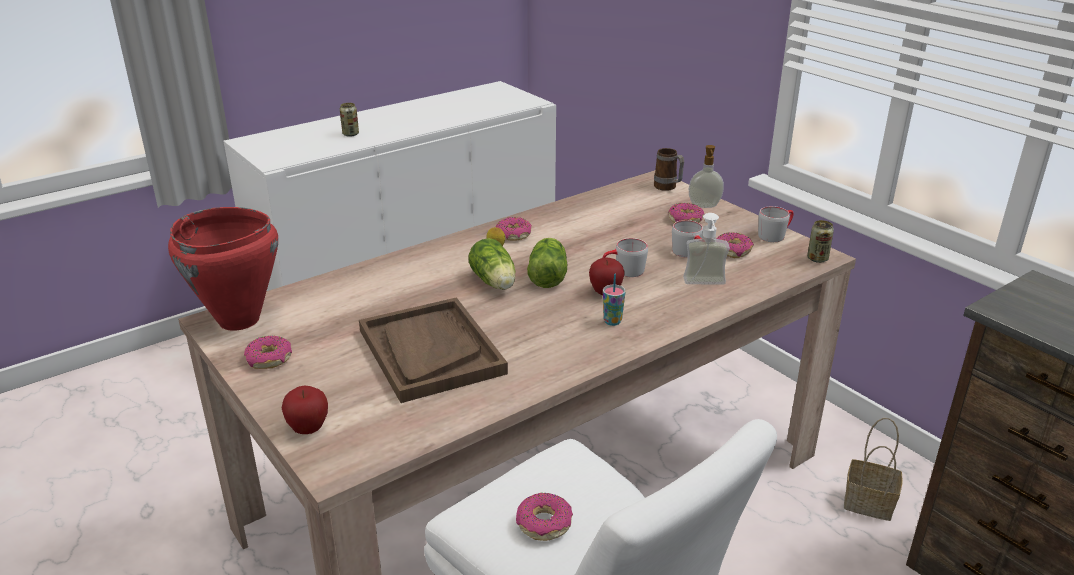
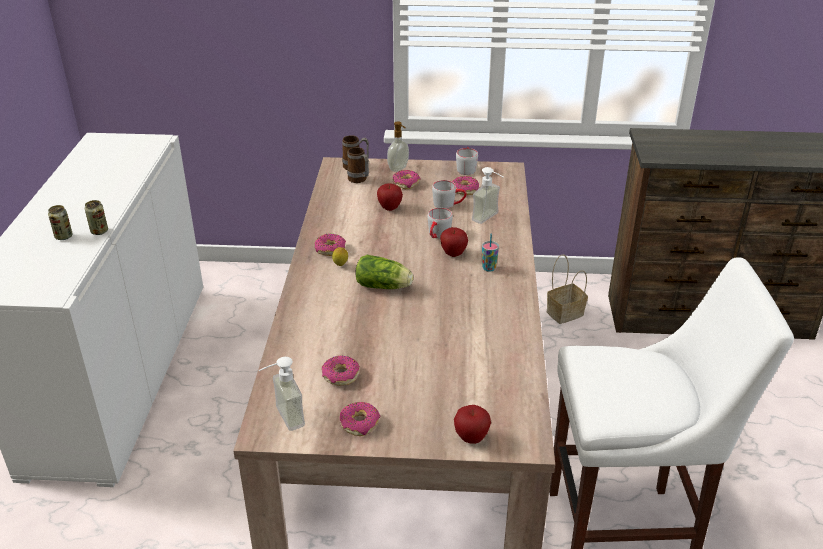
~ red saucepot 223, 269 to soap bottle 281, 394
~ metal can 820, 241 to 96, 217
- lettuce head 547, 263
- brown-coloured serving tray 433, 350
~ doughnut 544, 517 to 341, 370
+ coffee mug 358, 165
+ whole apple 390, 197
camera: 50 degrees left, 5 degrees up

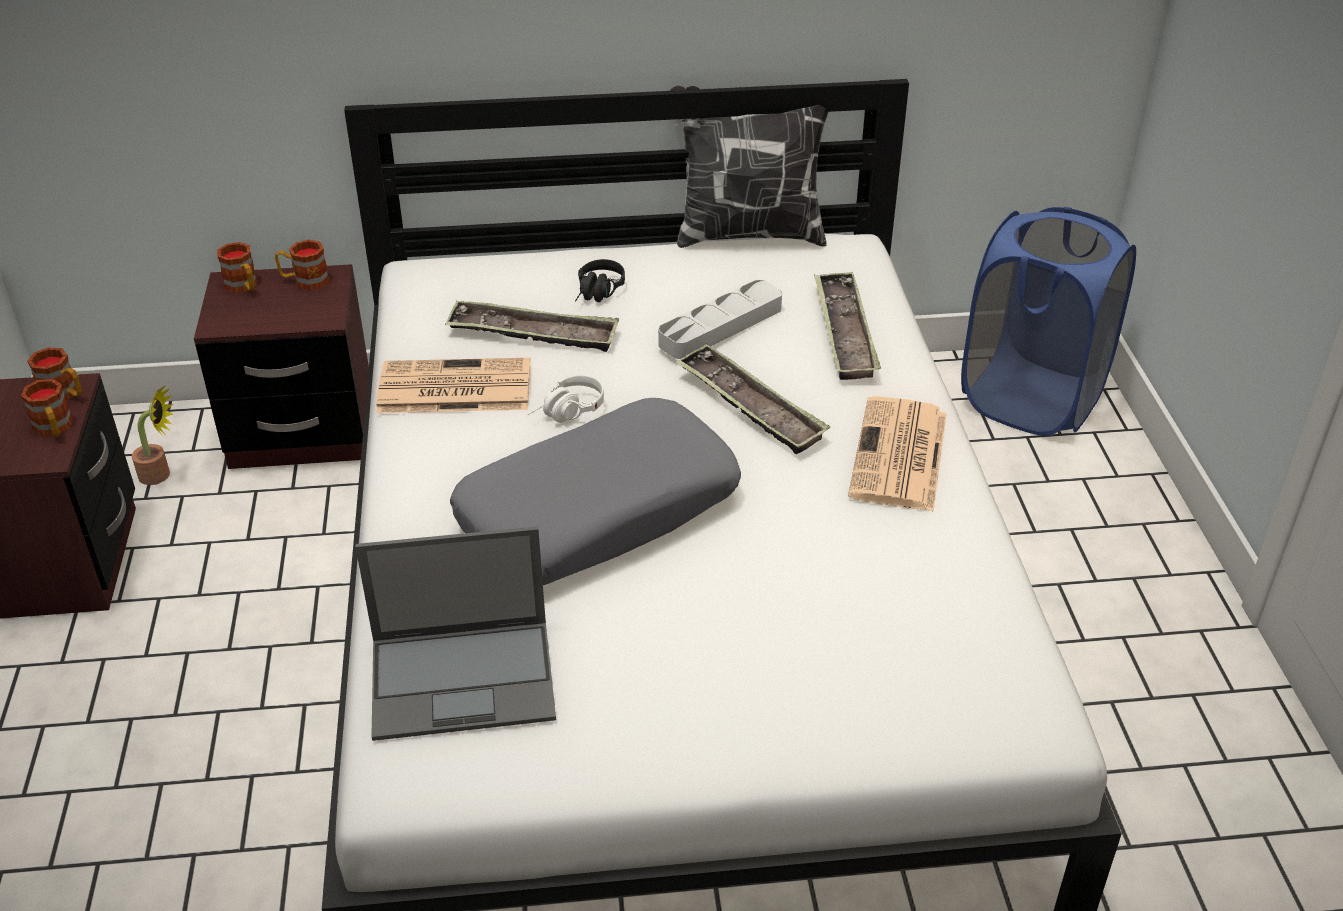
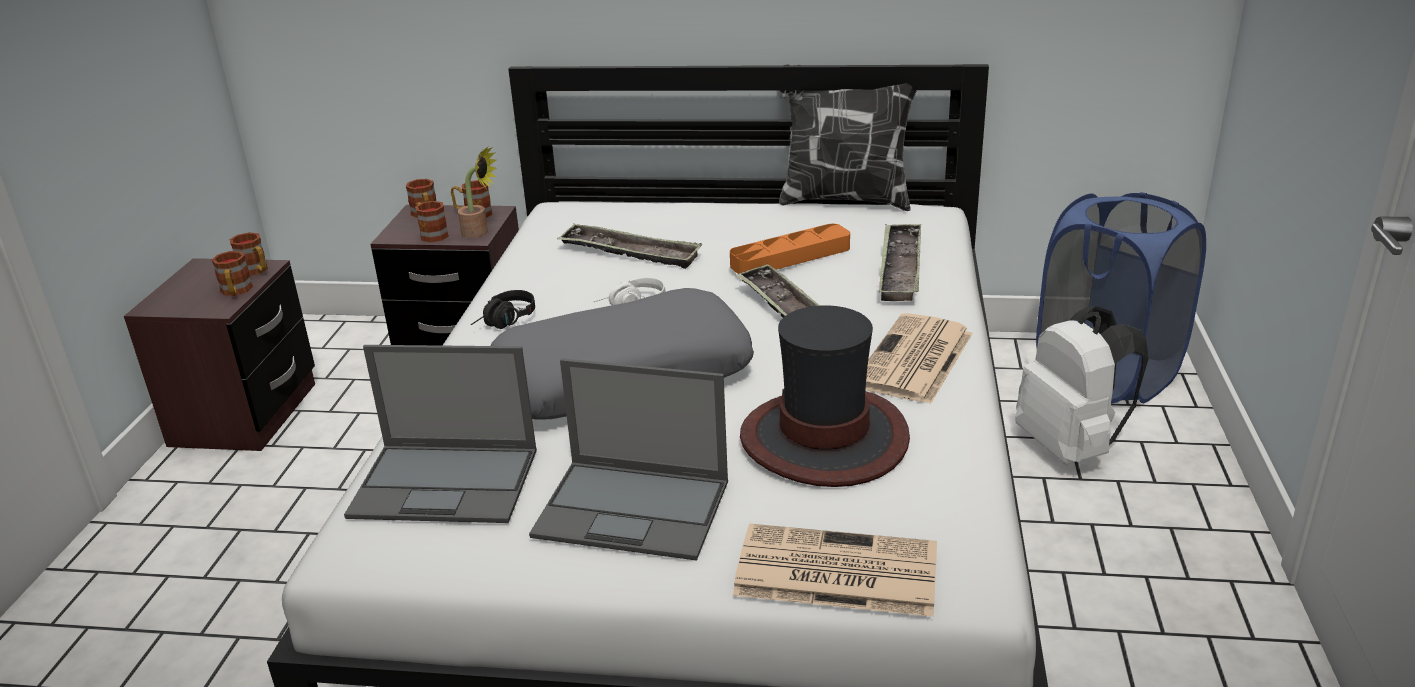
~ black headphones 600, 280 to 503, 309
~ gray serving tray 720, 319 to orangey serving tray 790, 249
~ newspaper 453, 385 to 835, 570
~ plant in a pot 152, 435 to 477, 192
+ coffee mug 432, 221
+ clothing hat 825, 396
+ whitish backpack 1081, 385
+ laptop 628, 459
camera: 15 degrees right, 10 degrees down

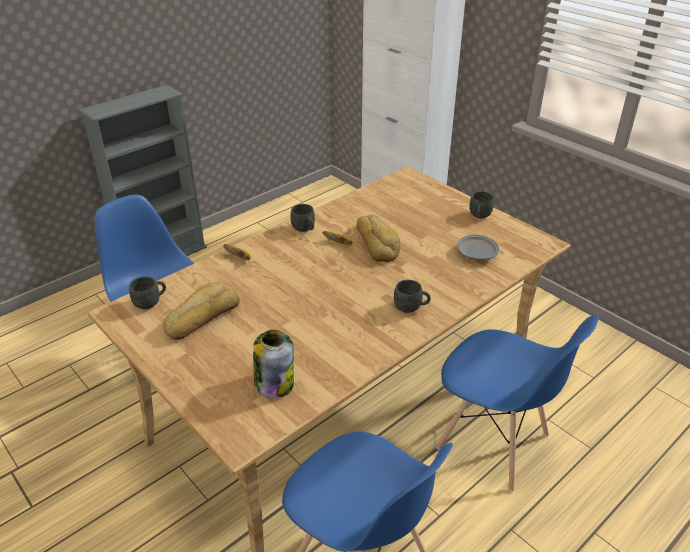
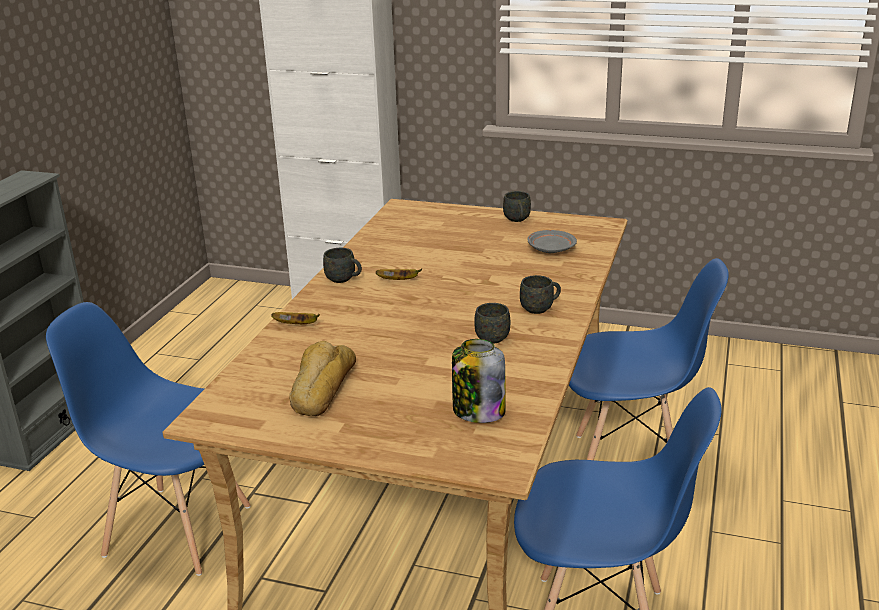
- bakery bread 378, 238
~ gray coffee mug 147, 292 to 492, 323
camera: 30 degrees left, 10 degrees down

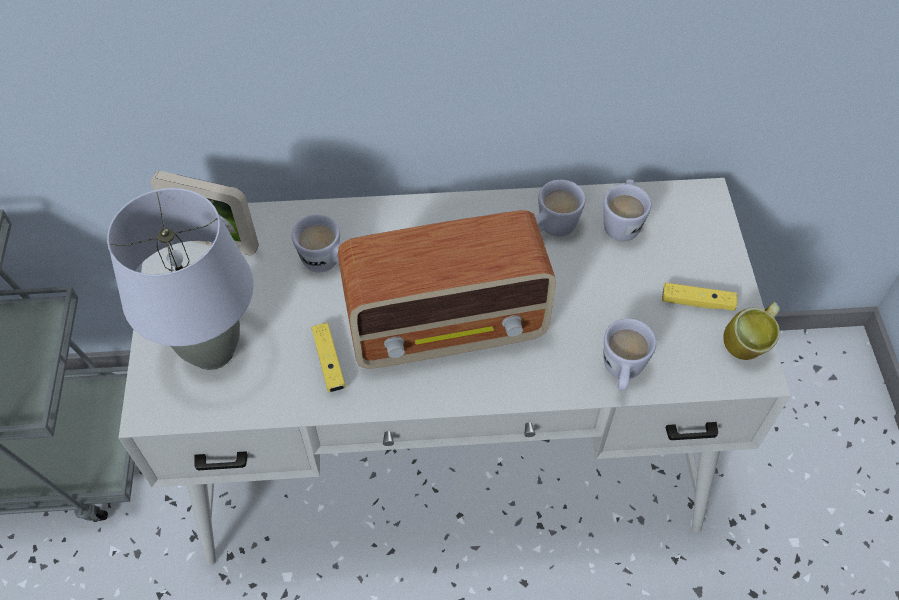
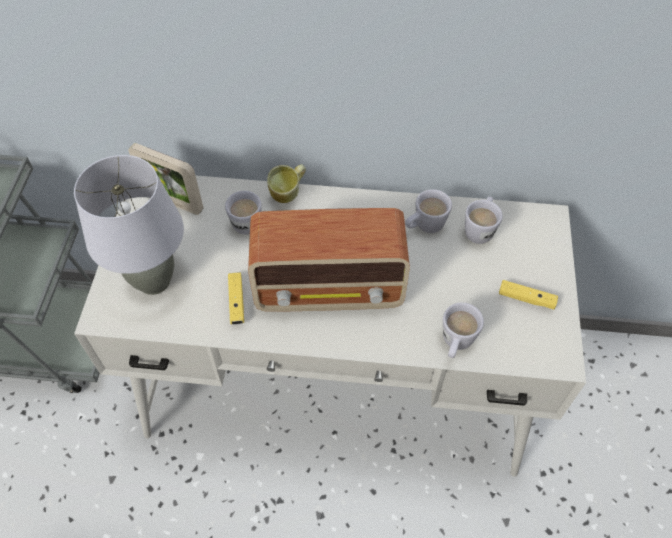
~ coffee mug 751, 331 to 286, 183
camera: 10 degrees right, 0 degrees up

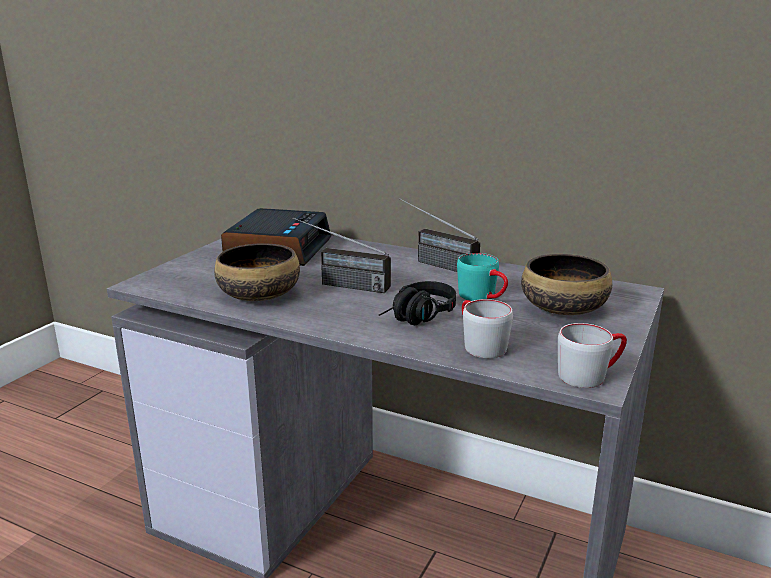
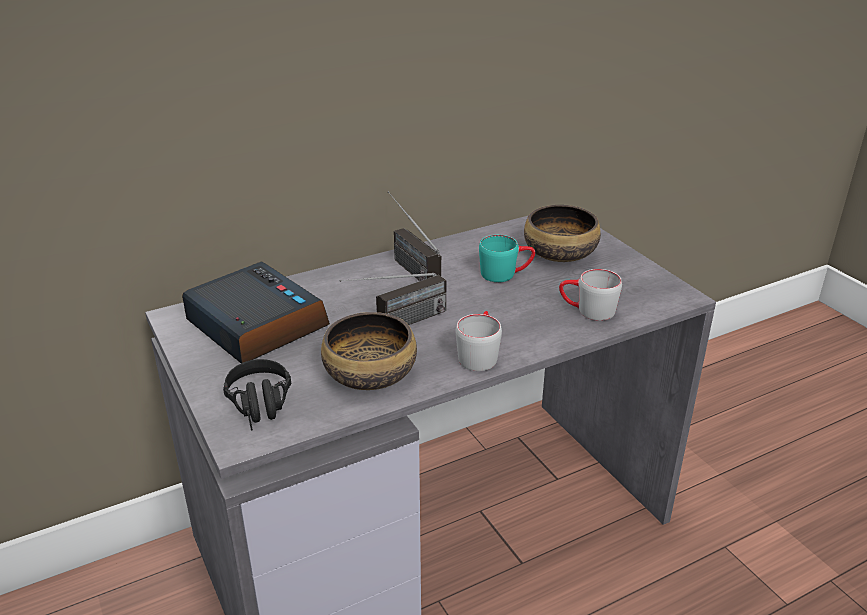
~ radio 439, 235 = 414, 236 75 degrees clockwise
~ black headphones 417, 303 to 257, 395
~ gray coffee mug 592, 355 to 479, 341
camera: 55 degrees left, 10 degrees up

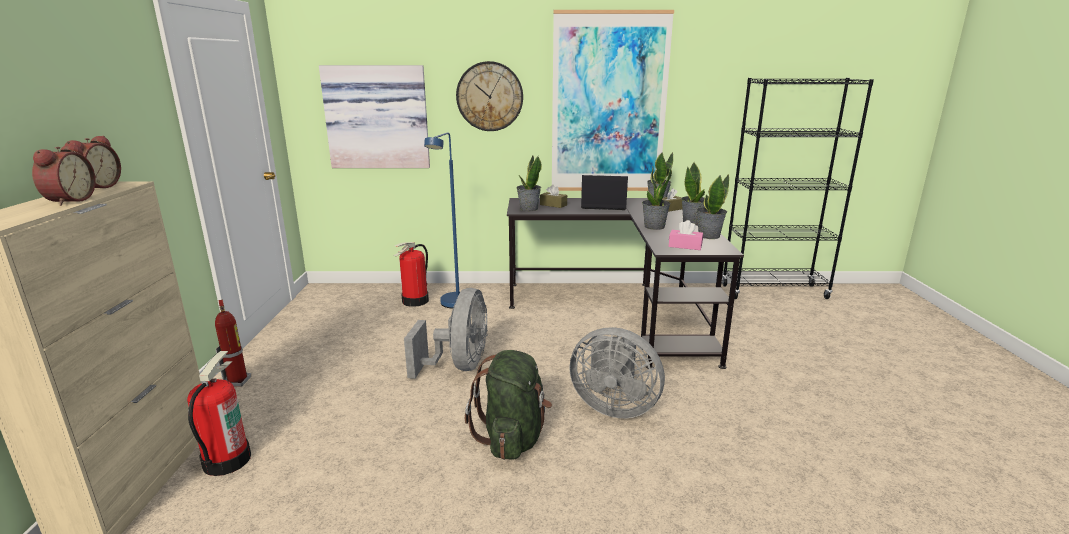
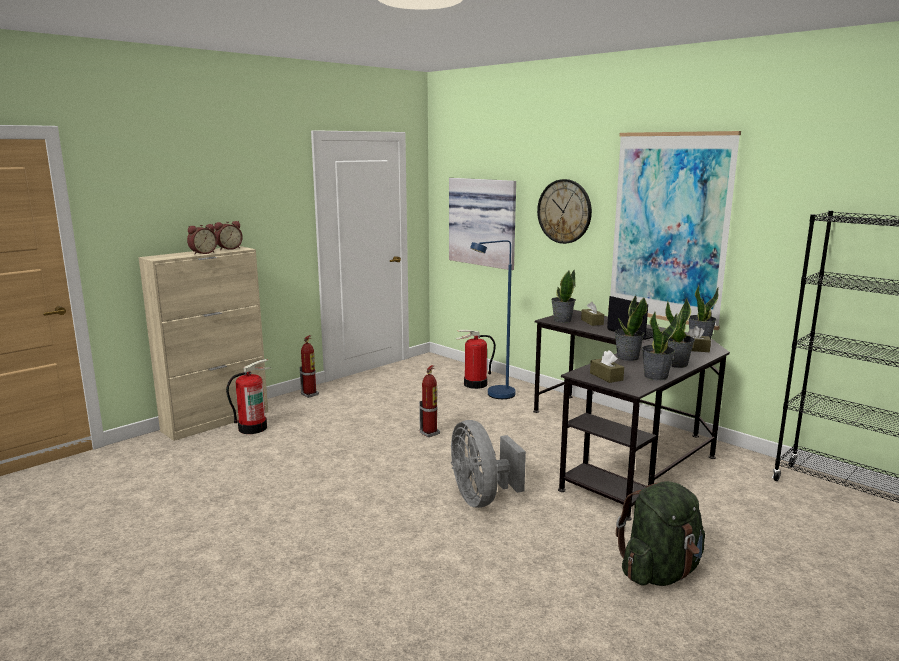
~ pink-coloured box of tissues 686, 235 to brown-coloured box of tissues 607, 366
~ gray fan 446, 333 to extinguisher 429, 401
~ greenish backpack 508, 405 to 660, 533
camera: 45 degrees right, 5 degrees down

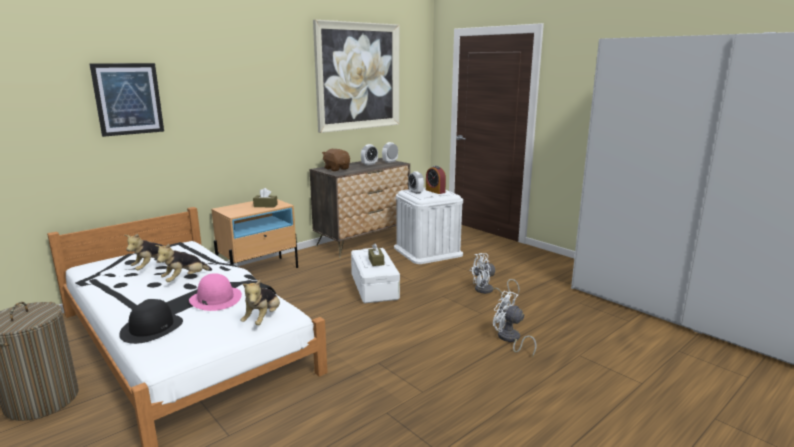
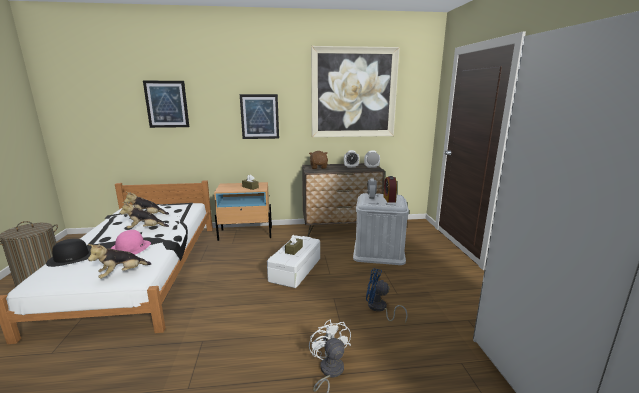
~ whitish fan 495, 274 to blue-coloured fan 387, 295
+ picture 259, 116
camera: 35 degrees right, 0 degrees up

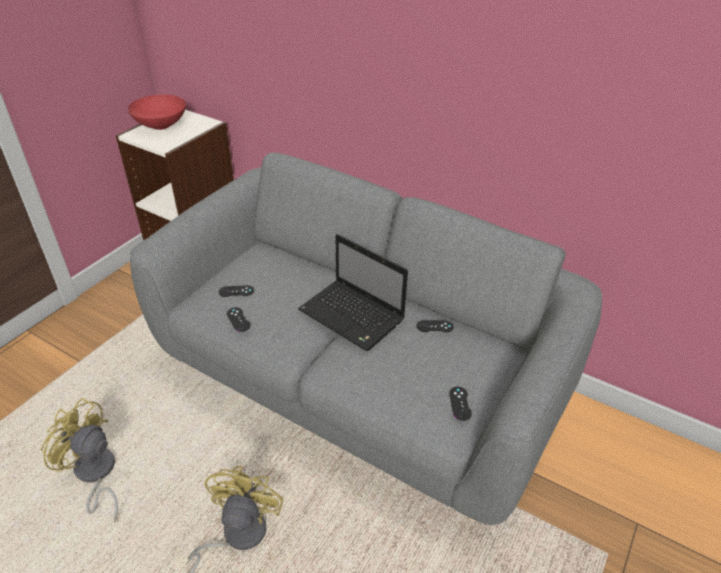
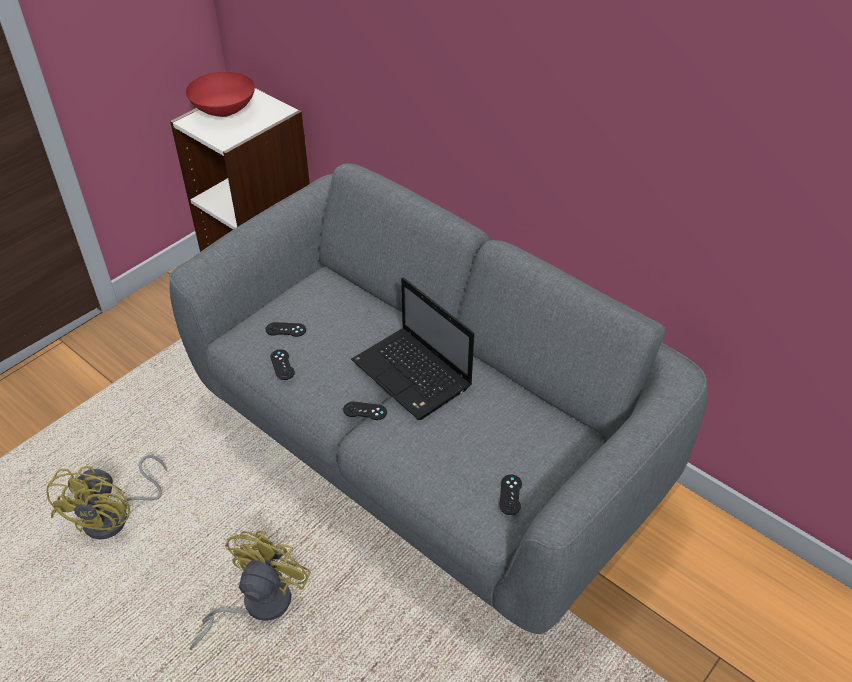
~ black game controller 435, 326 to 365, 411
~ yellow-coloured fan 79, 460 = 106, 497 120 degrees counterclockwise
camera: 10 degrees right, 5 degrees up

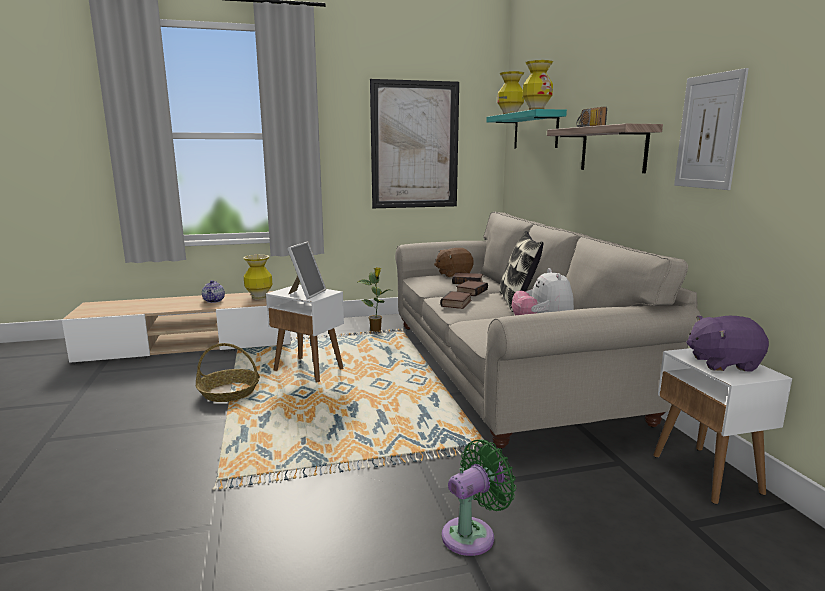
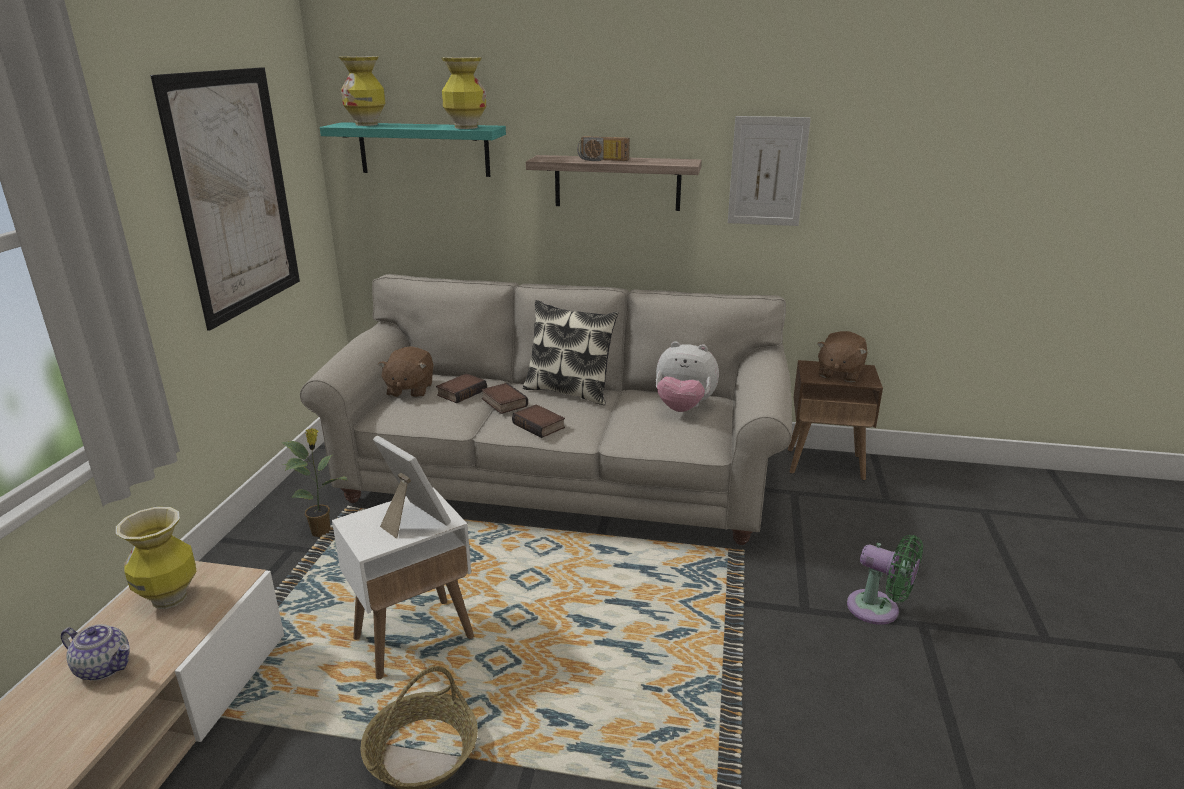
~ purplish cuddly toy 727, 344 to brown-coloured cuddly toy 842, 356
~ whitish side table 722, 426 to brown-coloured side table 835, 420
~ greenish fan 479, 497 = 885, 580 135 degrees clockwise
camera: 65 degrees left, 10 degrees up

